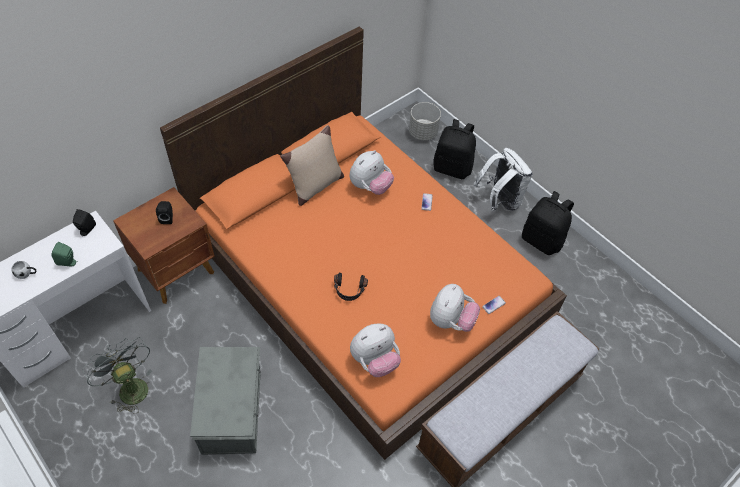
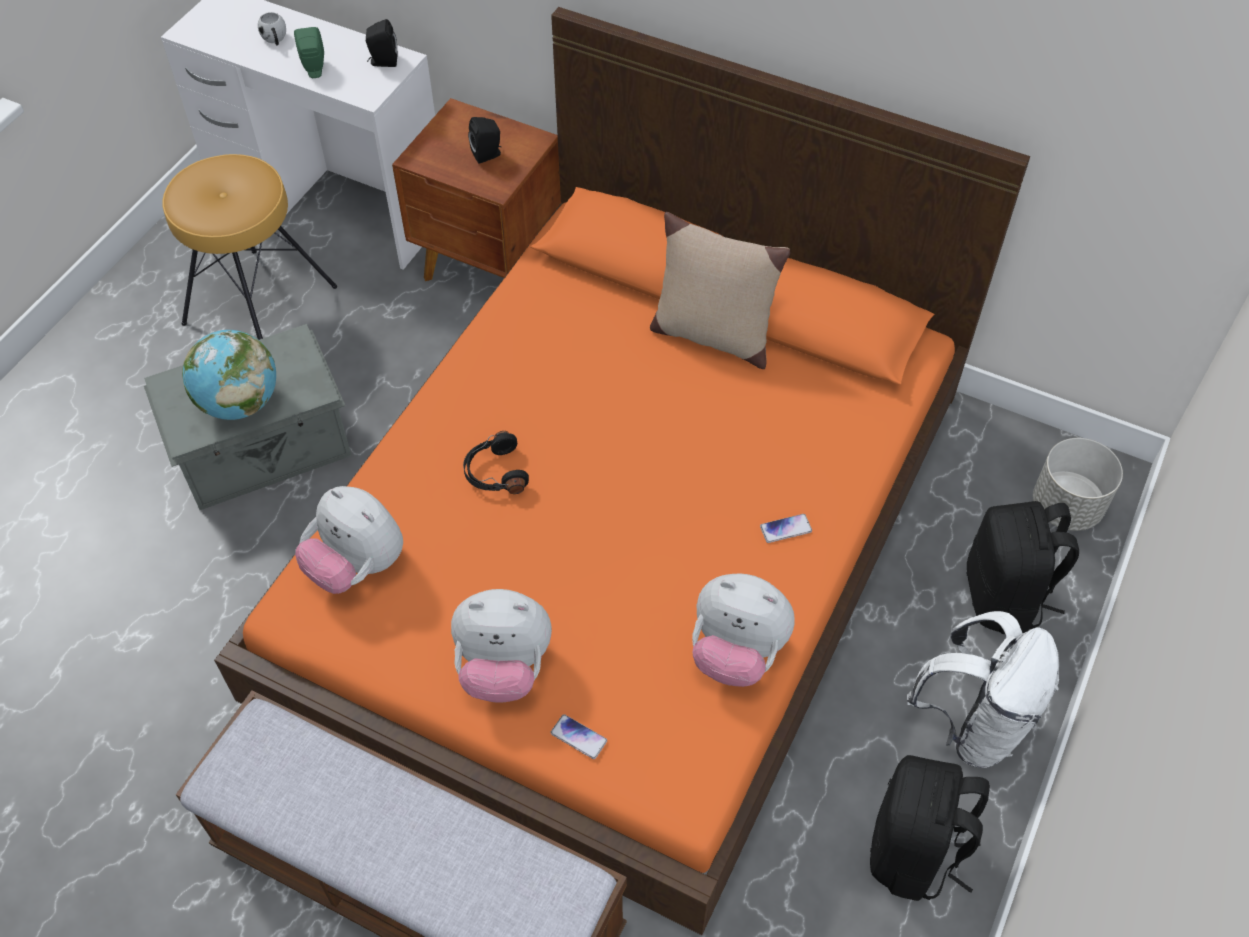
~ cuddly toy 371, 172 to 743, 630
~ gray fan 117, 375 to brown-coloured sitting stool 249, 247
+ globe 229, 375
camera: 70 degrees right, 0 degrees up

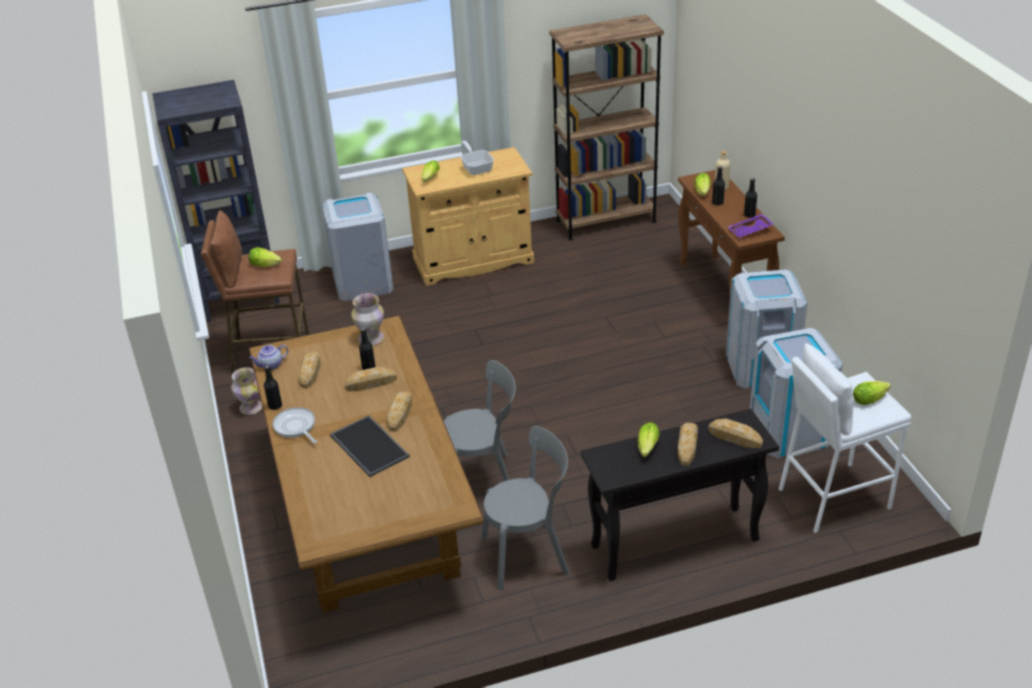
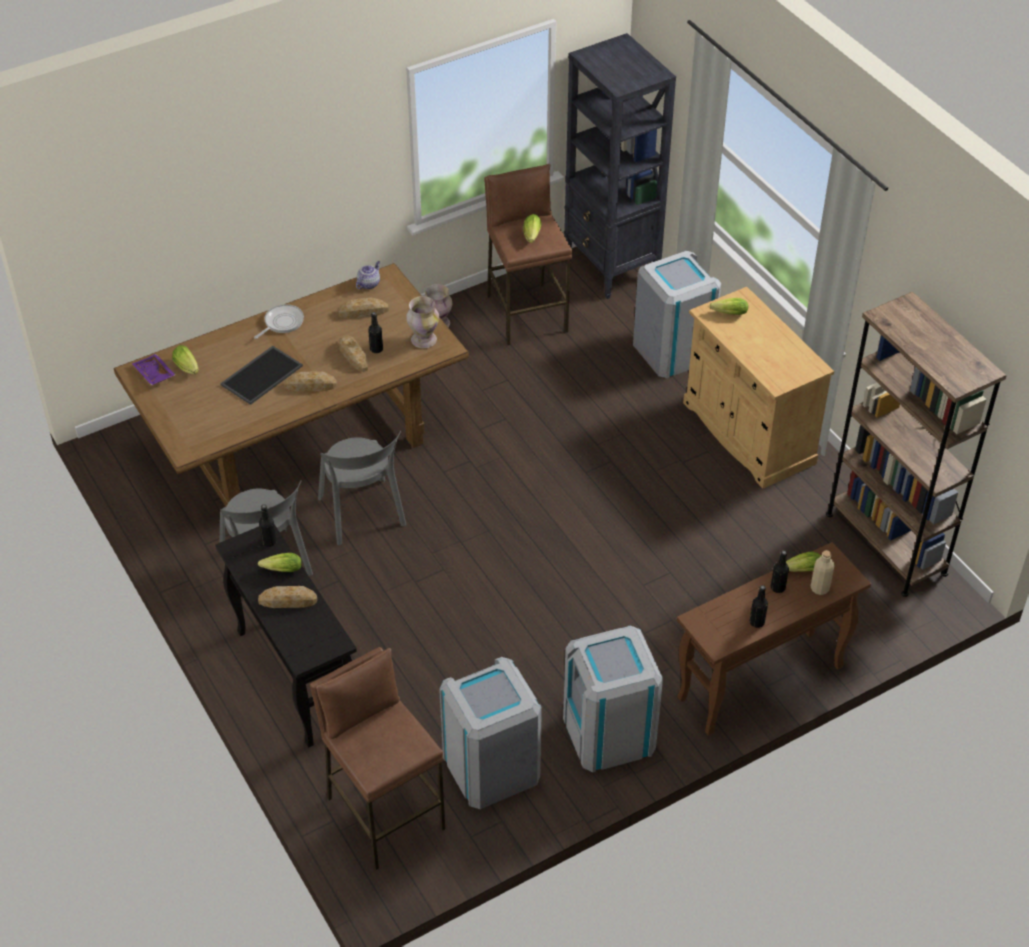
- pan 477, 158
~ purplish serving tray 751, 226 to 153, 369
~ whitish sitting stool 844, 438 to brown-coloured sitting stool 377, 758
~ teapot 268, 357 = 368, 275 75 degrees clockwise
~ black drink bottle 273, 387 to 268, 526
~ lettuce head 872, 393 to 185, 359
- bakery bread 735, 433
camera: 75 degrees right, 10 degrees up

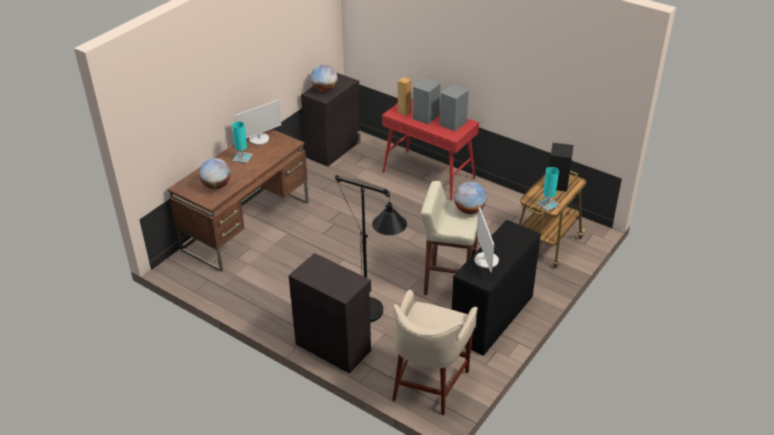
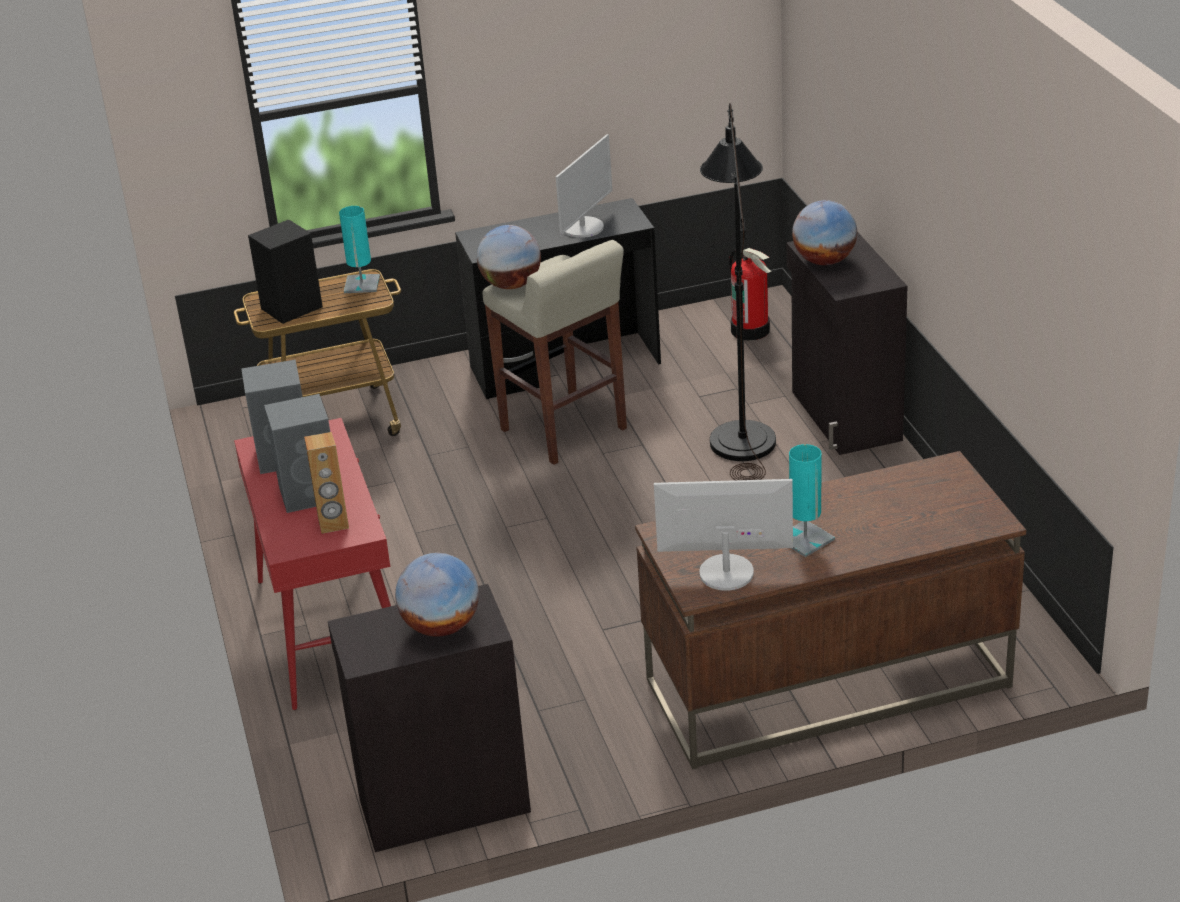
~ globe 215, 173 to 824, 232
~ sand-coloured sitting stool 435, 352 to extinguisher 750, 294
camera: 140 degrees left, 5 degrees down

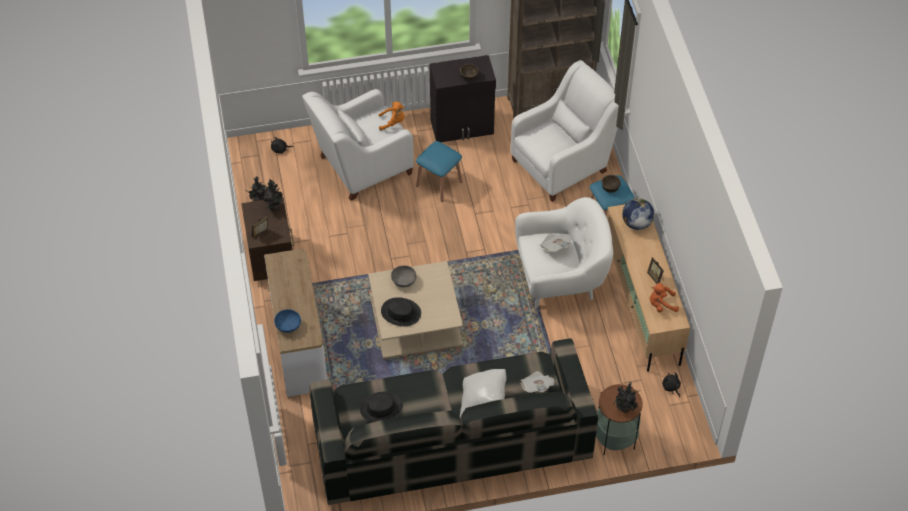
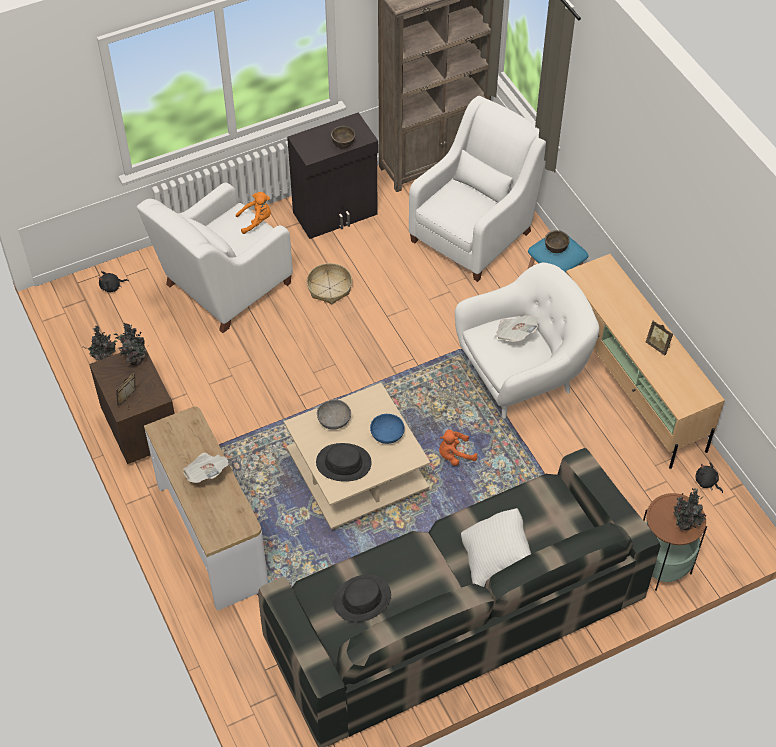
~ blue-coloured sitting stool 439, 171 to basket 329, 283
- globe 638, 214
~ orangey cuddly toy 664, 297 to 458, 448
~ blue-coloured deep dish 287, 321 to 387, 429
~ newspaper 537, 382 to 205, 468
camera: 15 degrees left, 0 degrees up

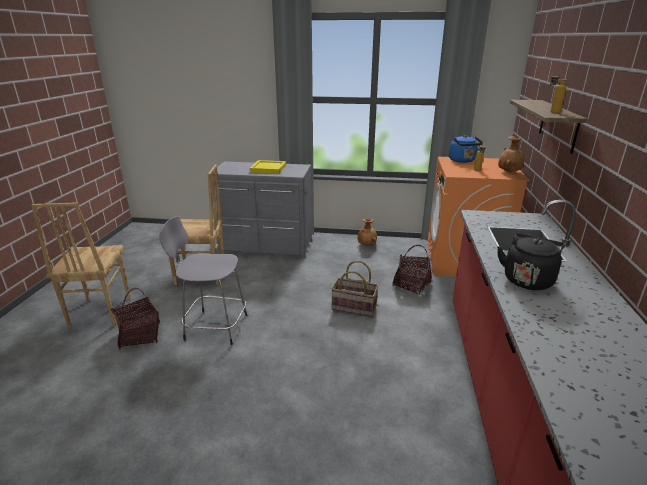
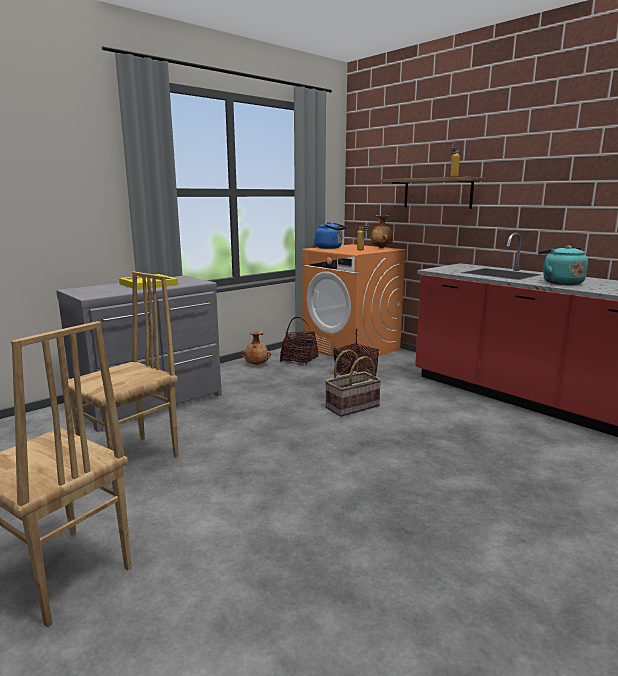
- gray sitting stool 203, 281
~ black tea kettle 531, 261 to turquoise tea kettle 563, 265
~ basket 135, 319 to 299, 341
camera: 50 degrees left, 10 degrees down

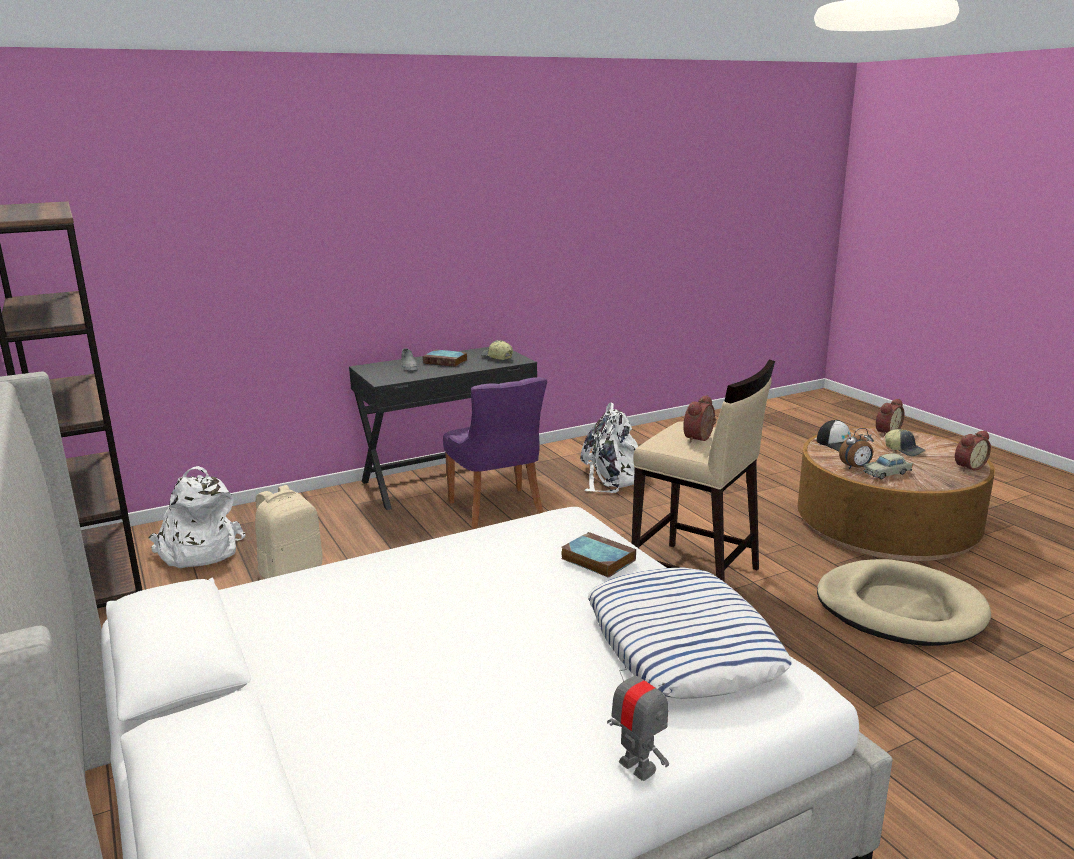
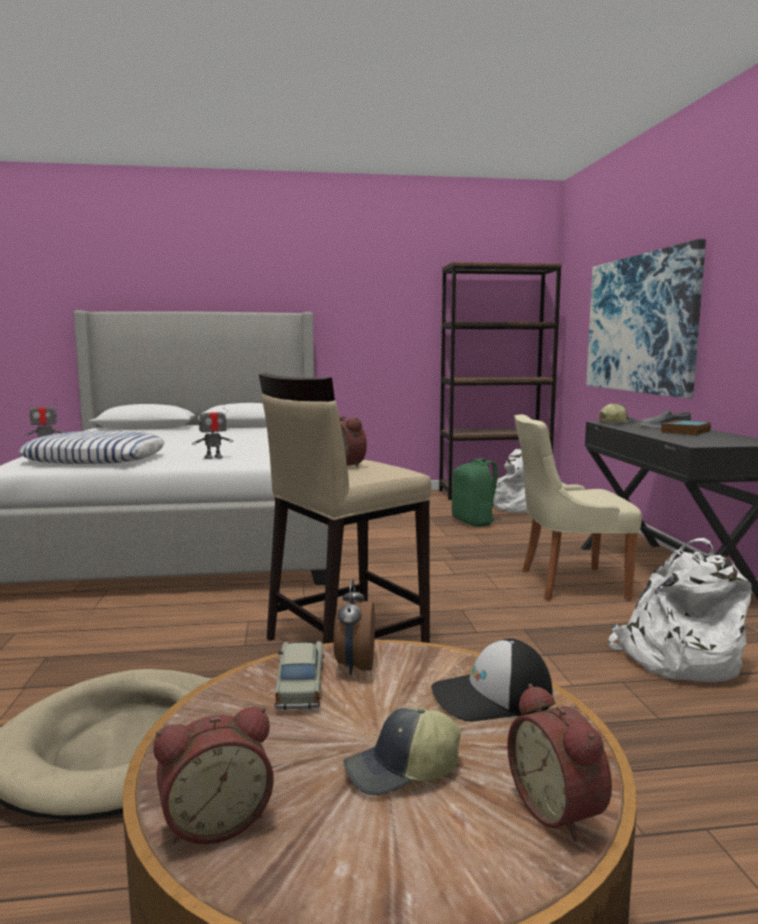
~ peaked cap 497, 350 to 618, 413
~ purplish upright chair 495, 453 to sand-coloured upright chair 578, 507
~ bedside clock 973, 451 = 213, 775 105 degrees counterclockwise
~ sand-coloured backpack 288, 532 to greenish backpack 477, 492
~ book 598, 555 to model robot 212, 430
+ picture 646, 318
camera: 110 degrees right, 10 degrees down

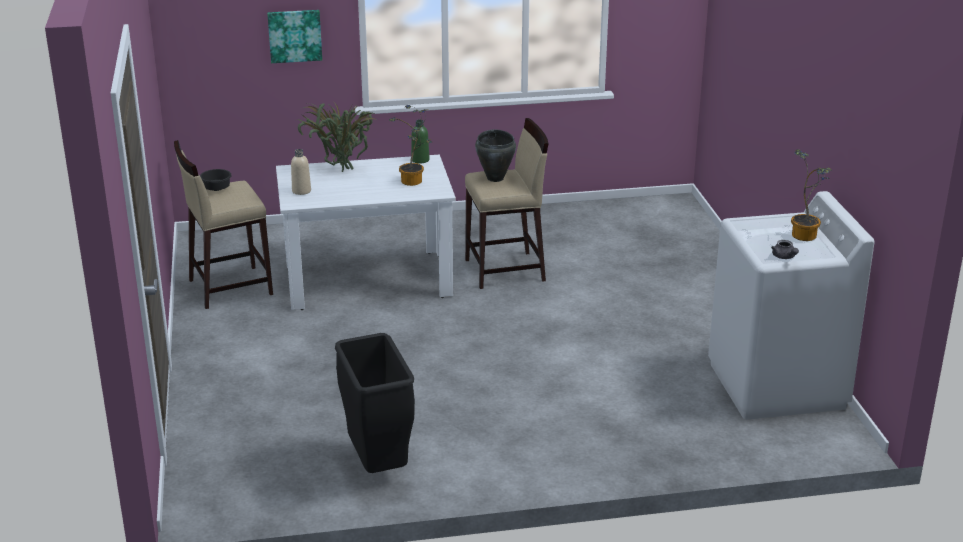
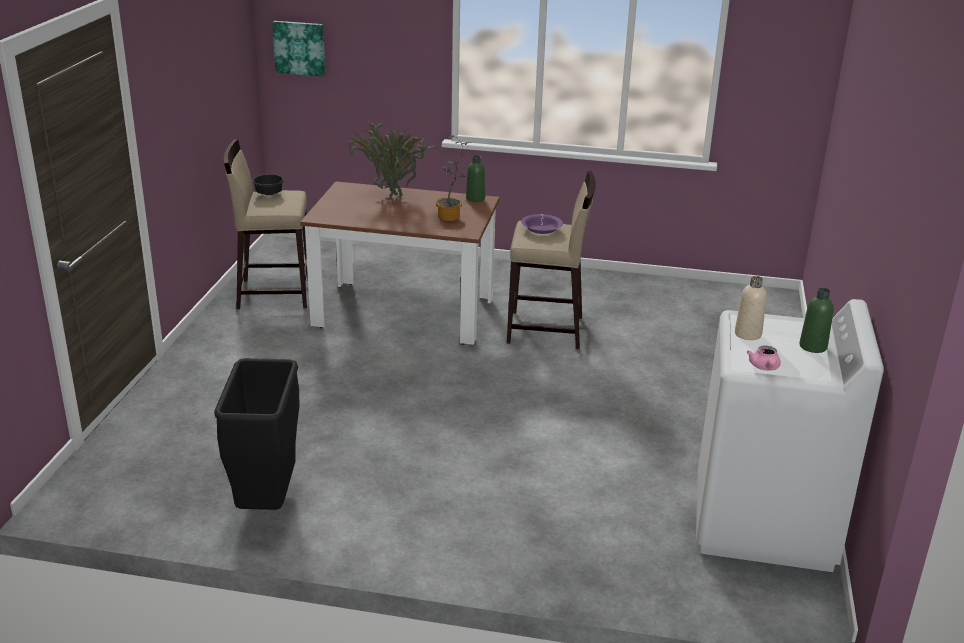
~ picture 294, 36 to 298, 49
~ black saucepot 495, 155 to purplish deep dish 542, 224
~ sand-coloured drink bottle 301, 172 to 751, 308
~ plant in a pot 811, 195 to greenish drink bottle 816, 320
~ whitish dinner table 366, 232 to brown-coloured dinner table 400, 263
~ gray teapot 785, 249 to pink-coloured teapot 763, 358
camera: 20 degrees right, 0 degrees up

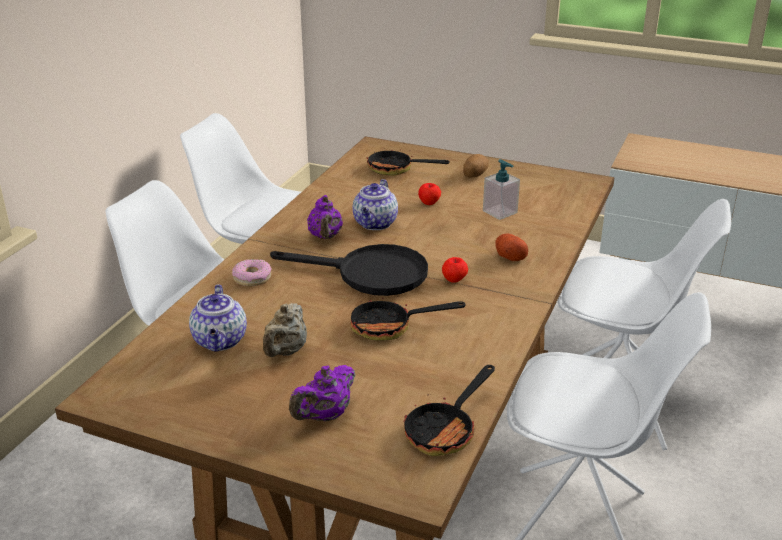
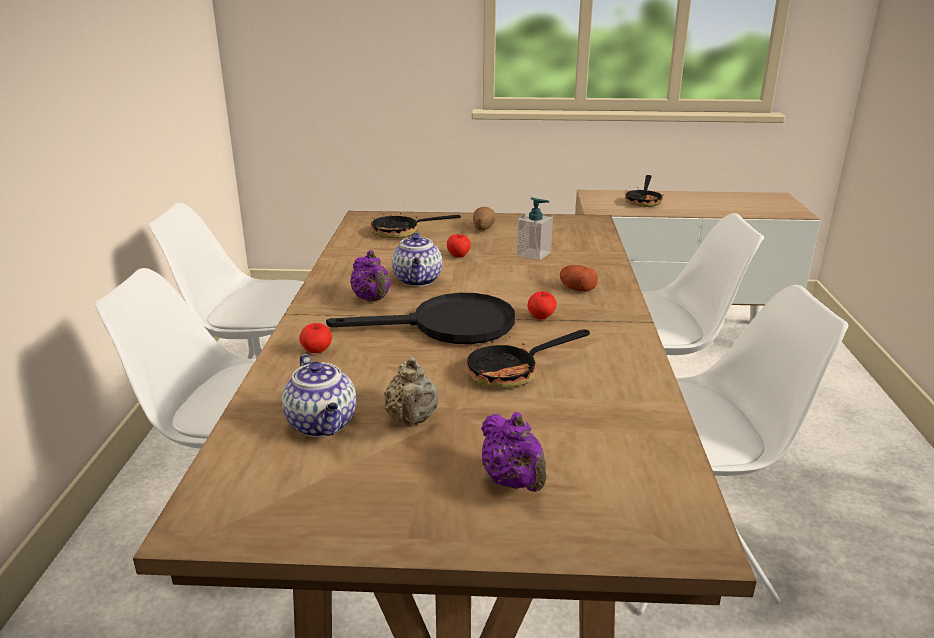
~ doughnut 252, 272 to whole apple 315, 338
~ purplish teapot 322, 393 = 514, 452 45 degrees counterclockwise
~ pan 449, 410 to 644, 191
camera: 20 degrees left, 5 degrees down

